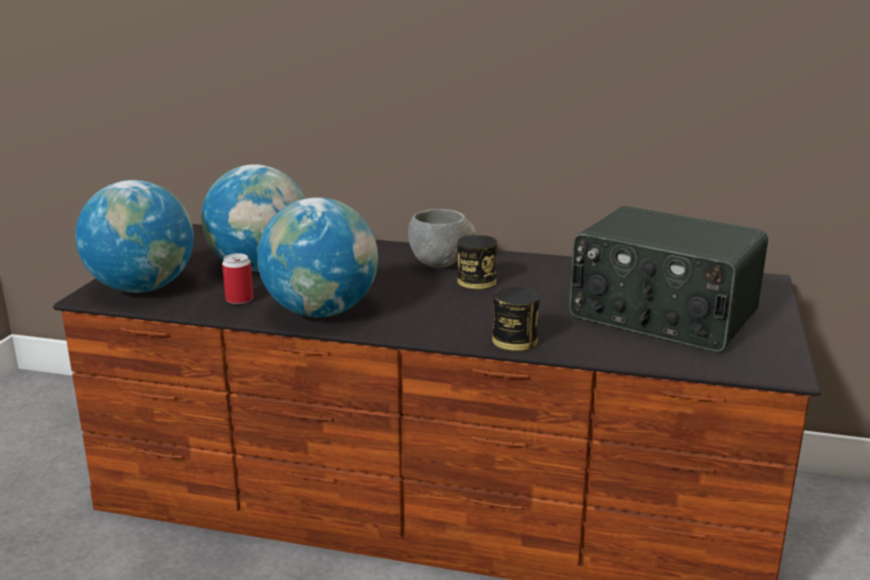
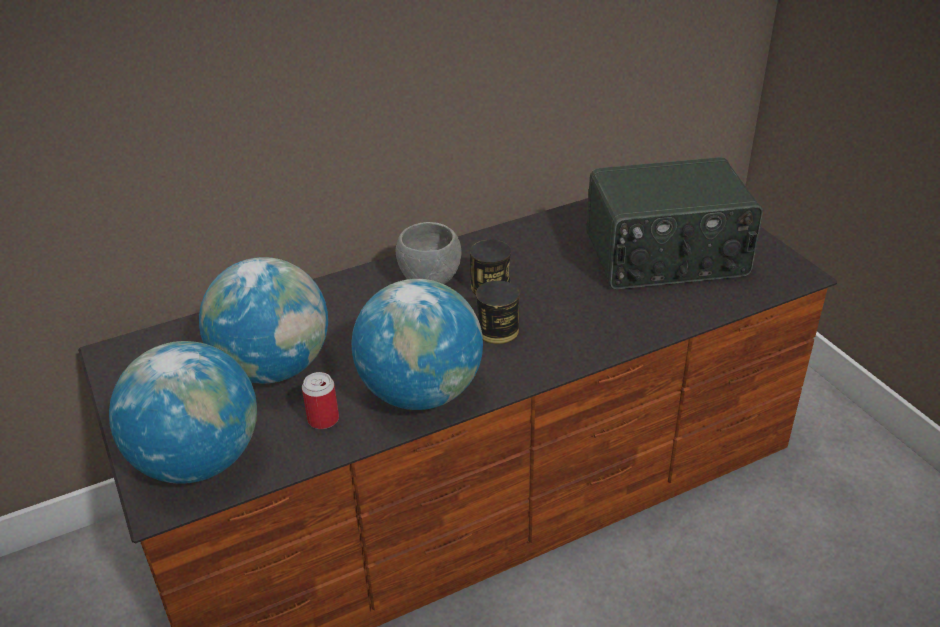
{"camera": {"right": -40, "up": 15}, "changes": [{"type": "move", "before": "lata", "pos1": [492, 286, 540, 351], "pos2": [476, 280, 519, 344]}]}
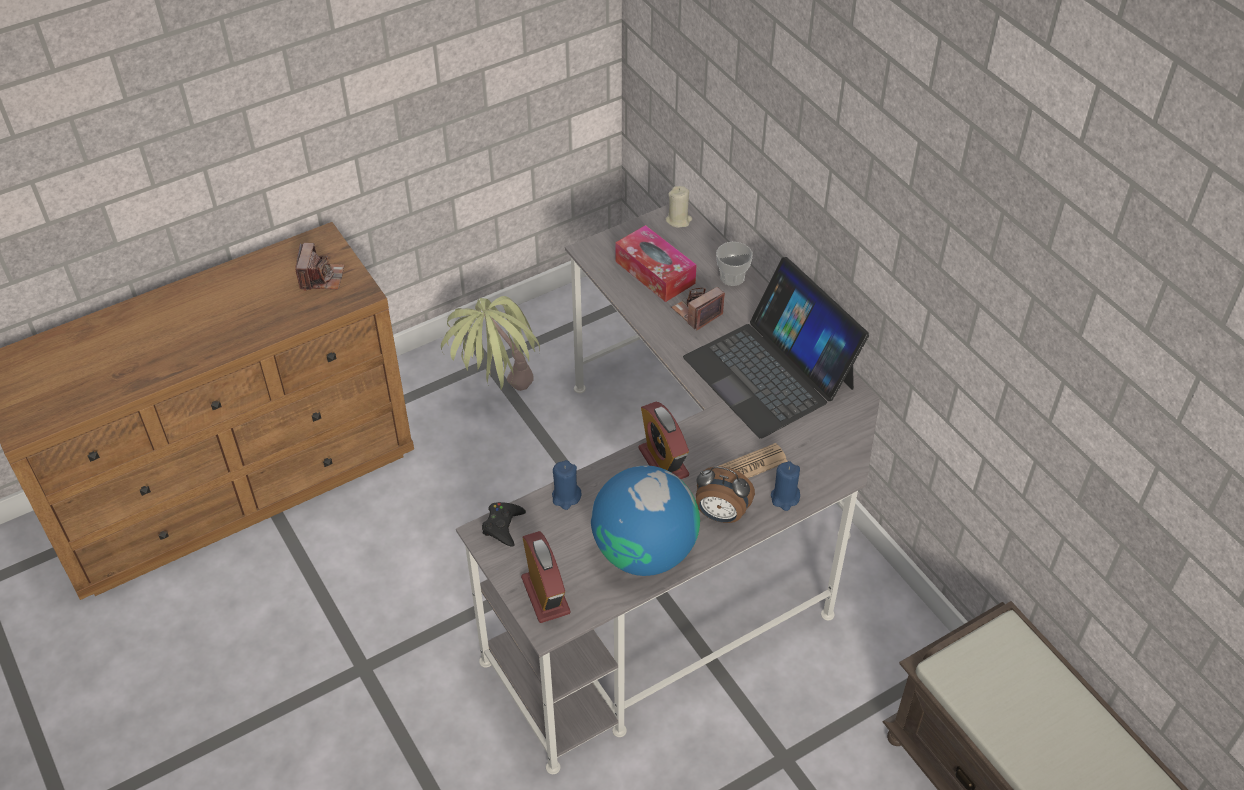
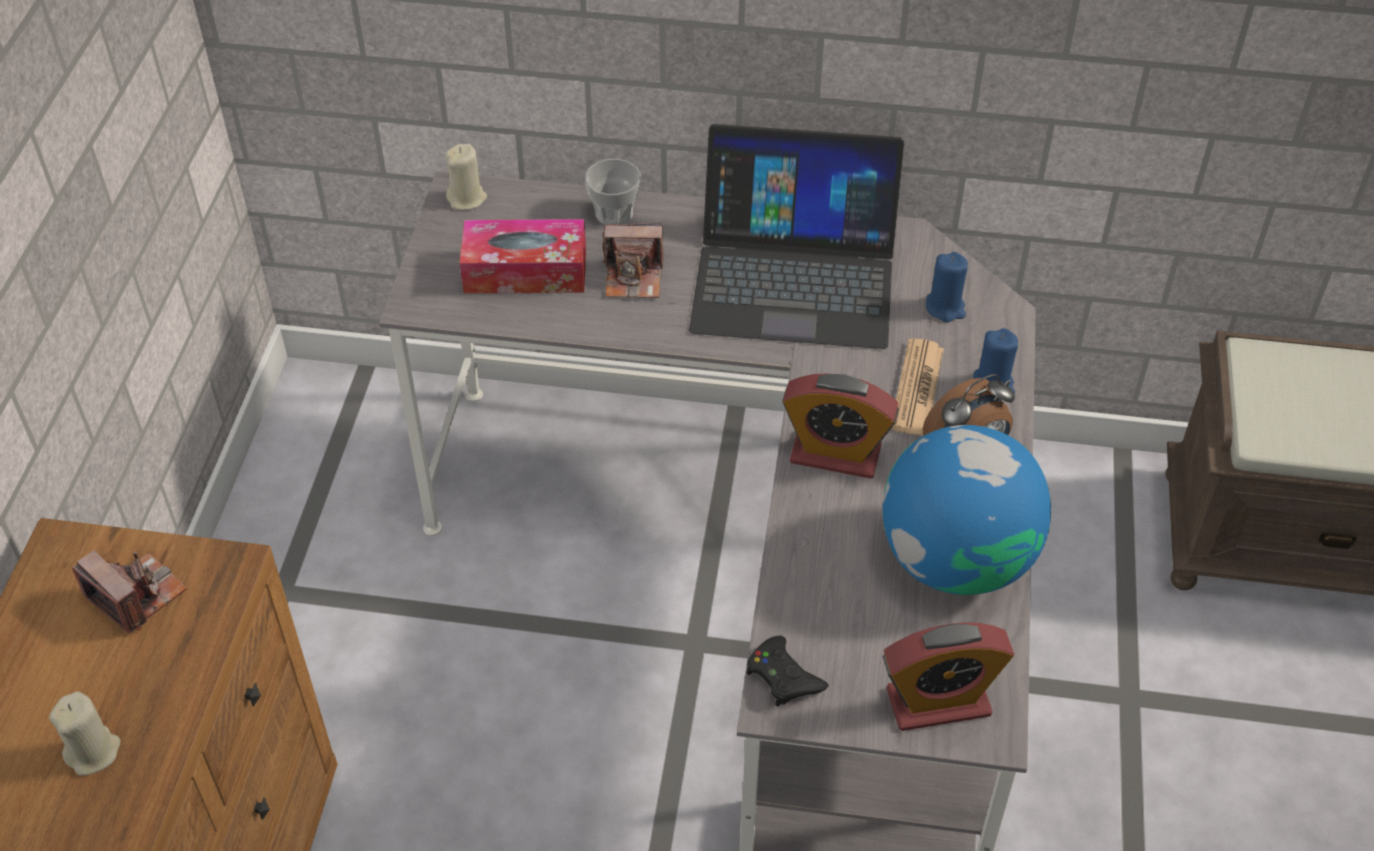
{"camera": {"right": -50, "up": 0}, "changes": [{"type": "insert", "after": "vela/beis", "pos2": [49, 692, 120, 776]}, {"type": "rotate", "before": "cámara", "pos1": [671, 287, 725, 330], "pos2": [603, 223, 663, 298], "turn": -90}, {"type": "rotate", "before": "despertador", "pos1": [521, 531, 571, 623], "pos2": [883, 622, 1014, 731], "turn": 150}, {"type": "move", "before": "vela/azul", "pos1": [552, 460, 582, 510], "pos2": [926, 252, 968, 322]}, {"type": "delete", "before": "planta en maceta", "pos1": [441, 296, 540, 391]}]}
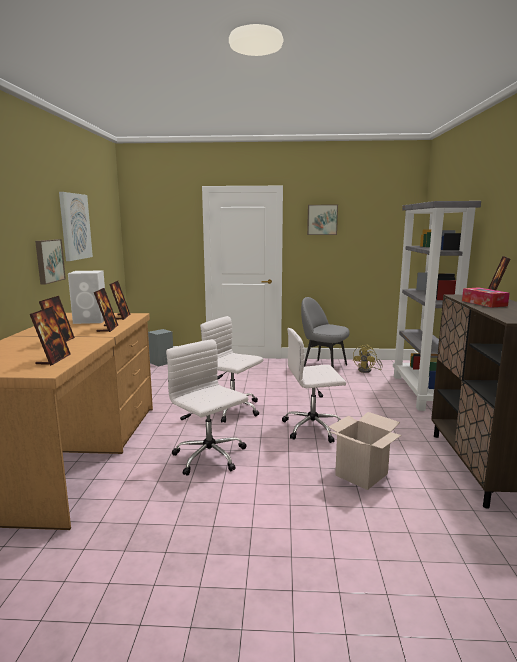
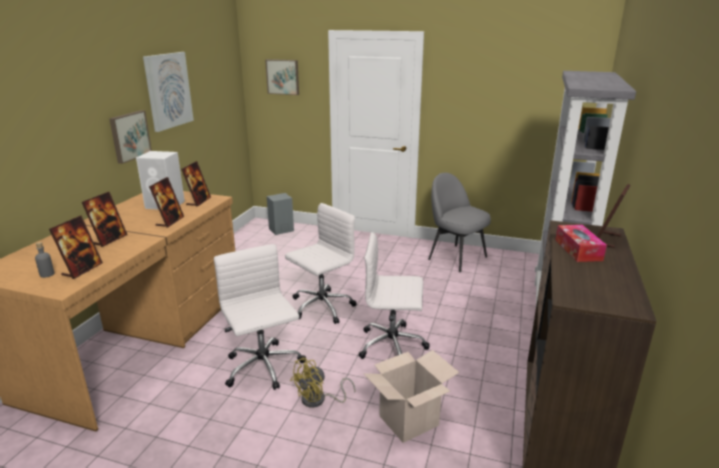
{"camera": {"right": 15, "up": 10}, "changes": [{"type": "insert", "after": "botella/gris", "pos2": [35, 242, 54, 278]}, {"type": "move", "before": "cuadro", "pos1": [307, 205, 338, 235], "pos2": [265, 59, 299, 95]}, {"type": "rotate", "before": "silla de oficina/blanco", "pos1": [200, 316, 263, 423], "pos2": [285, 203, 357, 324], "turn": 90}, {"type": "move", "before": "ventilador/amarillo", "pos1": [353, 345, 382, 373], "pos2": [290, 357, 355, 408]}]}
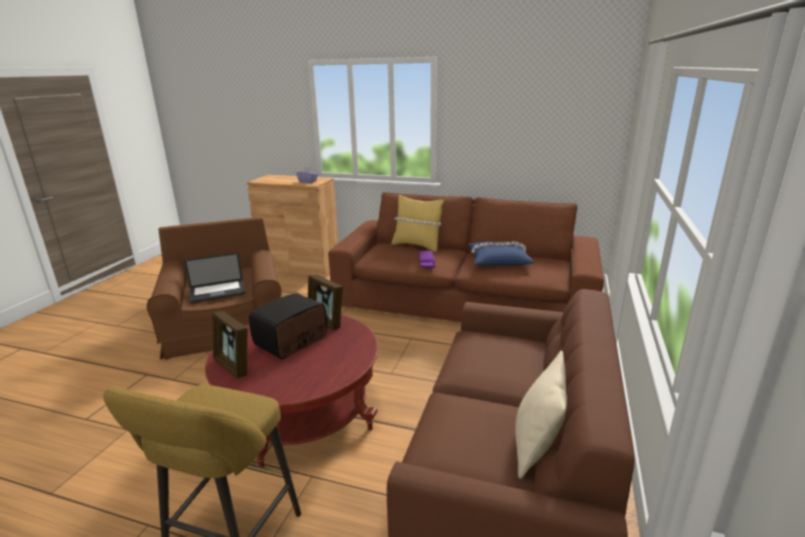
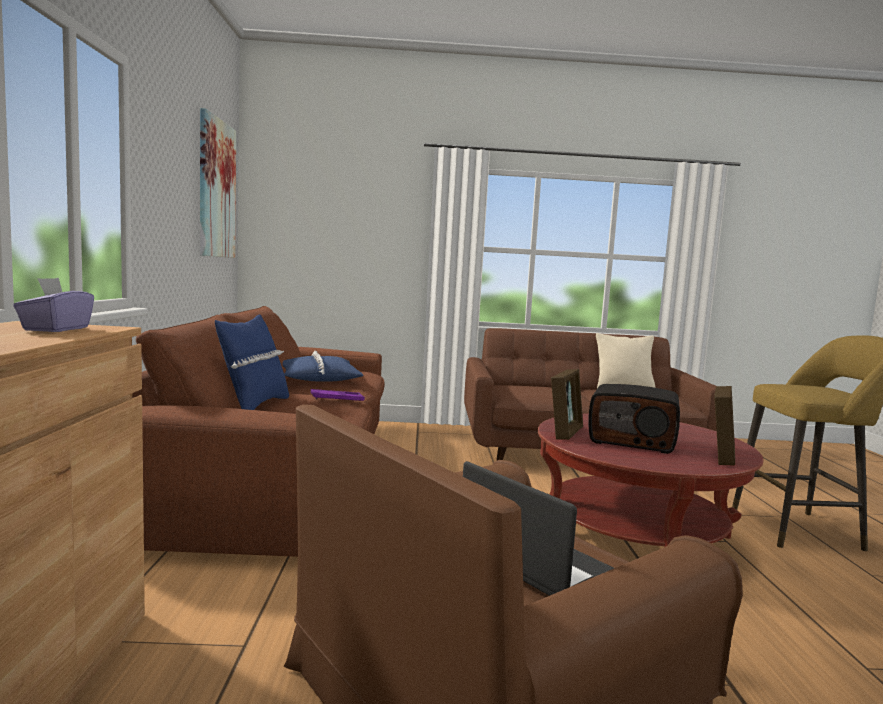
{"camera": {"right": -110, "up": -15}, "changes": [{"type": "insert", "after": "cuadro", "pos2": [200, 108, 236, 258]}, {"type": "recolor", "before": "cojín/amarillo", "after": "cojín/azul", "pos1": [391, 195, 444, 252], "pos2": [215, 314, 289, 410]}]}
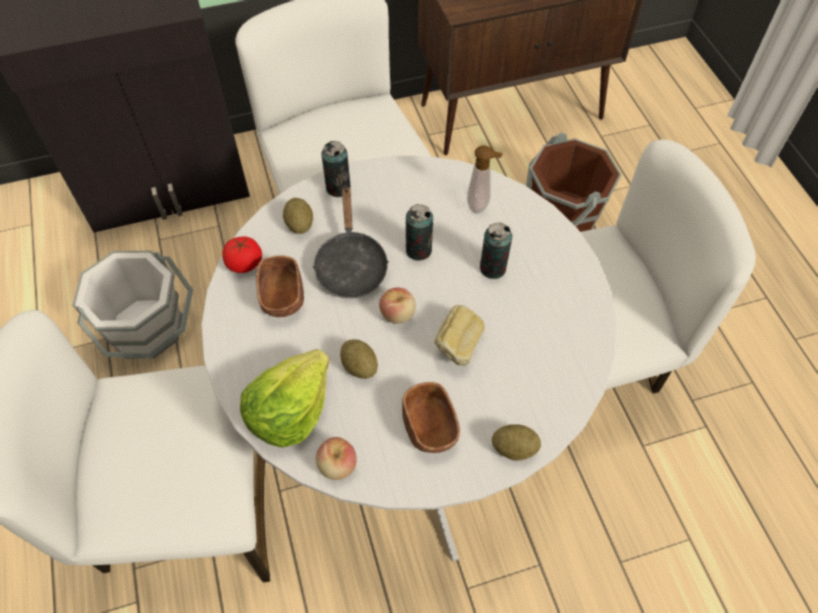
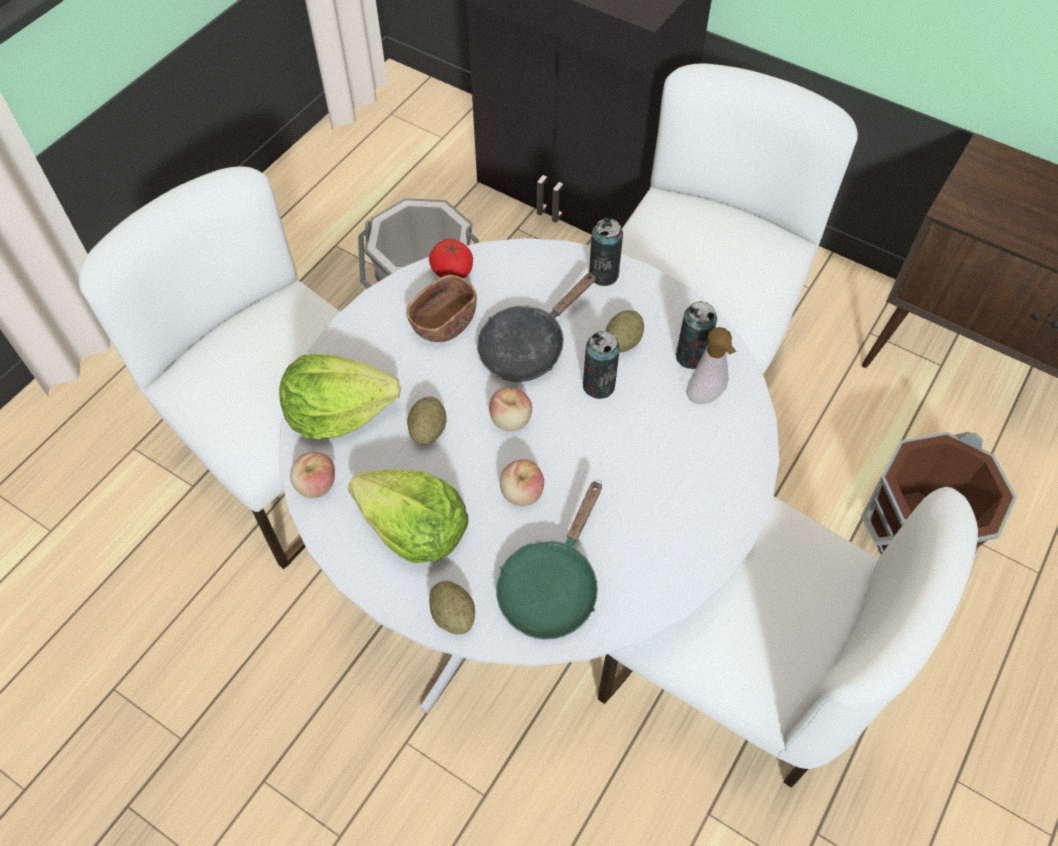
{"camera": {"right": 50, "up": 0}, "changes": [{"type": "replace", "before": "cuenco/marrón", "after": "lechuga", "pos1": [402, 382, 460, 453], "pos2": [348, 469, 468, 563]}, {"type": "insert", "after": "sartén/verde", "pos2": [496, 480, 602, 640]}, {"type": "replace", "before": "pan", "after": "manzana", "pos1": [434, 305, 484, 366], "pos2": [500, 459, 544, 506]}, {"type": "move", "before": "patata", "pos1": [283, 198, 313, 234], "pos2": [606, 310, 644, 352]}, {"type": "move", "before": "lata", "pos1": [480, 222, 512, 279], "pos2": [676, 301, 717, 369]}]}
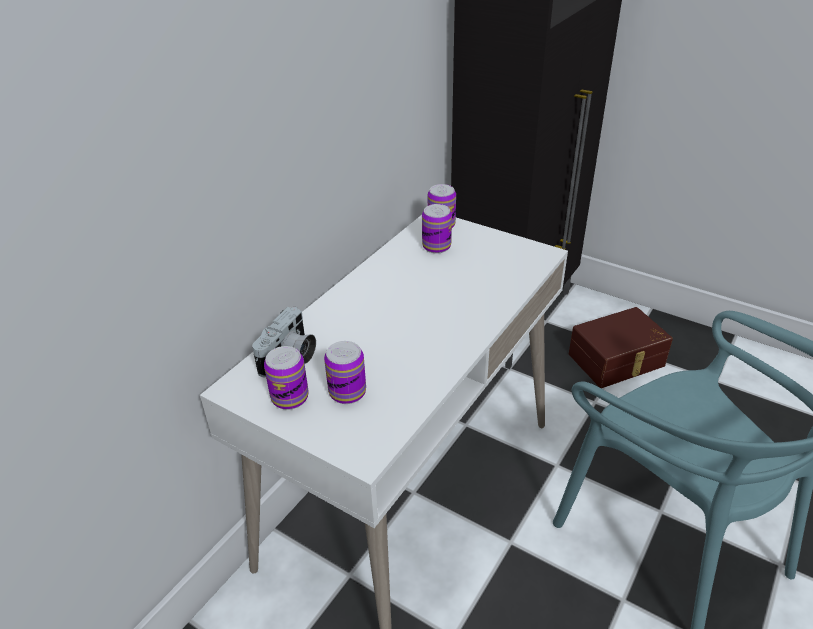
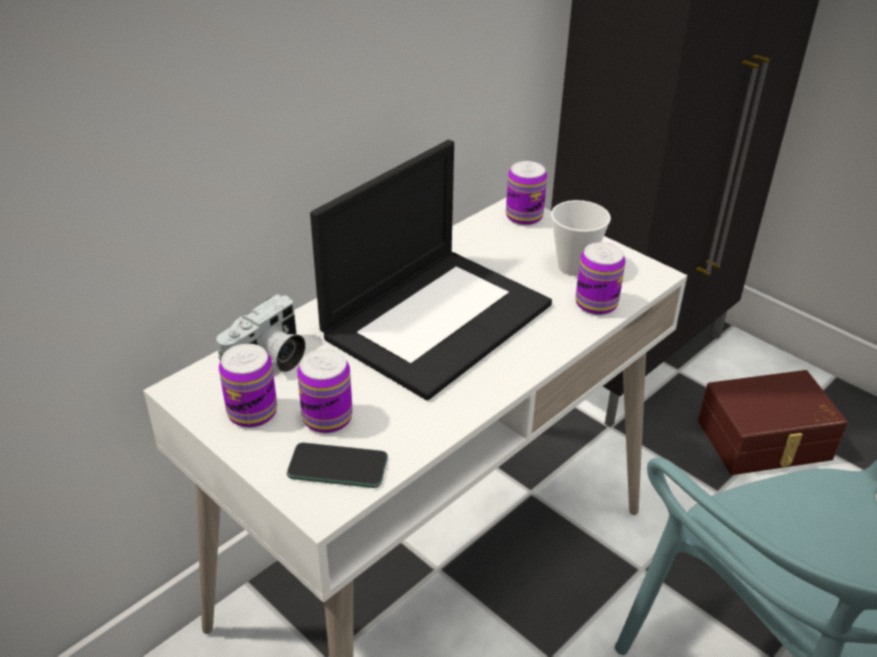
{"camera": {"right": 10, "up": 0}, "changes": [{"type": "insert", "after": "móvil", "pos2": [287, 443, 388, 488]}, {"type": "insert", "after": "portátil", "pos2": [310, 140, 552, 401]}, {"type": "insert", "after": "taza", "pos2": [551, 200, 611, 276]}, {"type": "move", "before": "lata", "pos1": [422, 204, 452, 253], "pos2": [575, 242, 626, 315]}]}
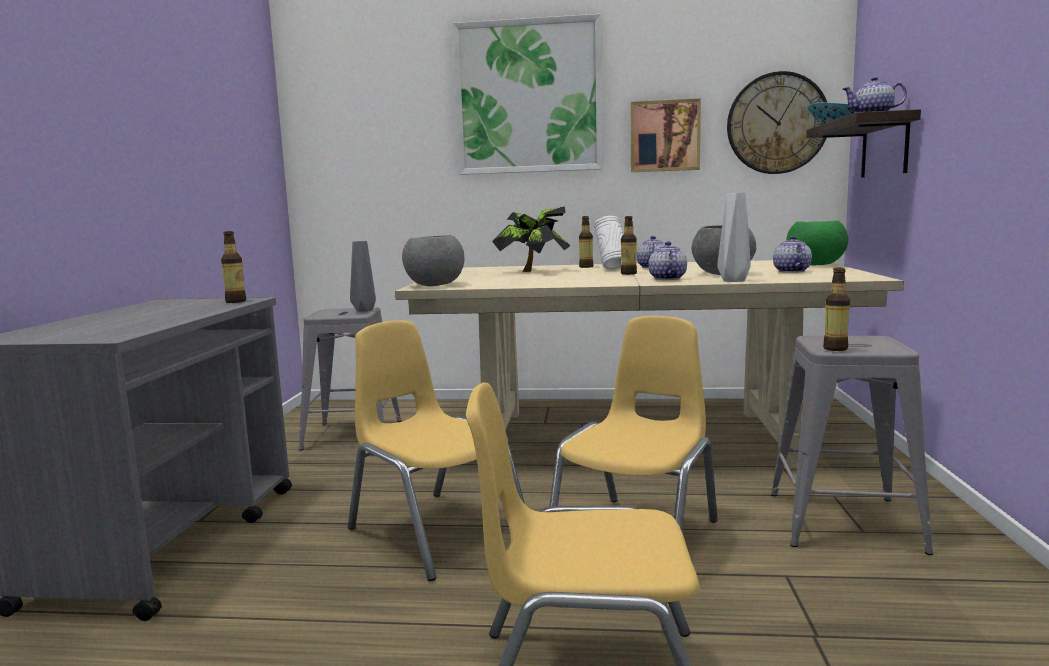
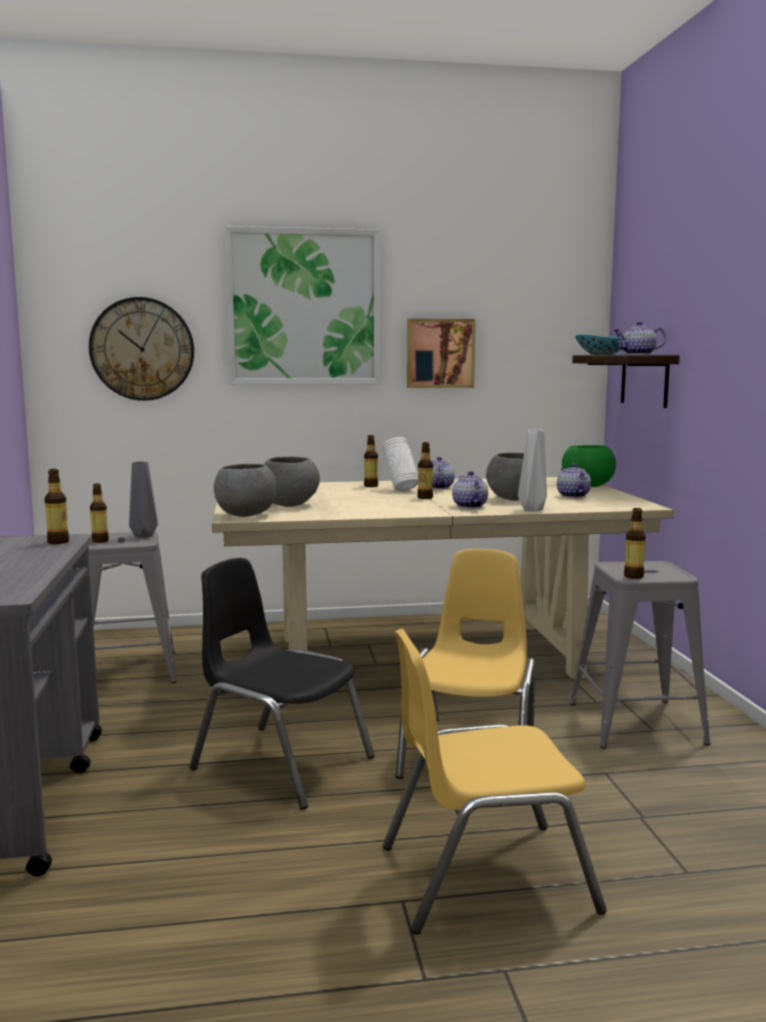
{"camera": {"right": -15, "up": 0}, "changes": [{"type": "move", "before": "reloj de pared", "pos1": [727, 71, 828, 174], "pos2": [89, 297, 194, 401]}, {"type": "insert", "after": "botella", "pos2": [90, 483, 109, 543]}, {"type": "recolor", "before": "silla/amarillo", "after": "silla/negro", "pos1": [348, 320, 525, 581], "pos2": [189, 558, 375, 810]}, {"type": "insert", "after": "cuenco/gris", "pos2": [263, 457, 320, 507]}, {"type": "delete", "before": "planta en maceta", "pos1": [492, 206, 571, 272]}]}
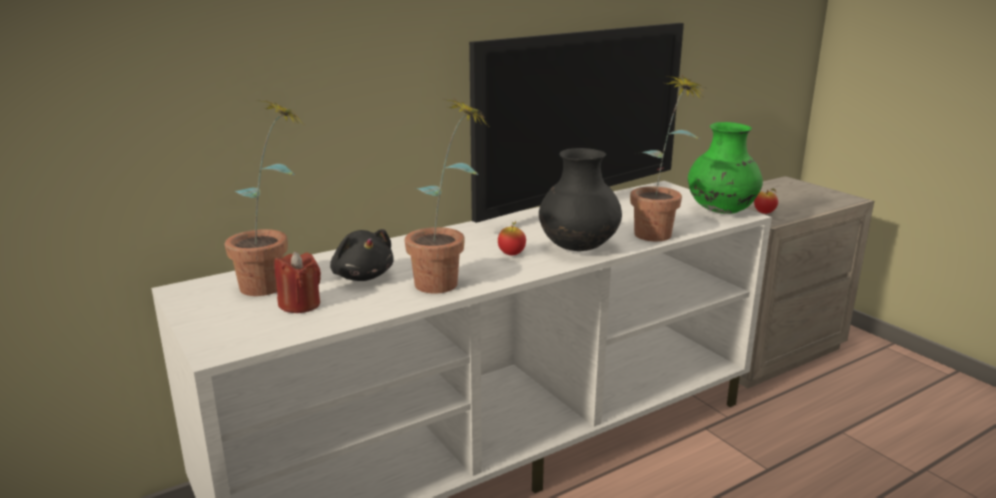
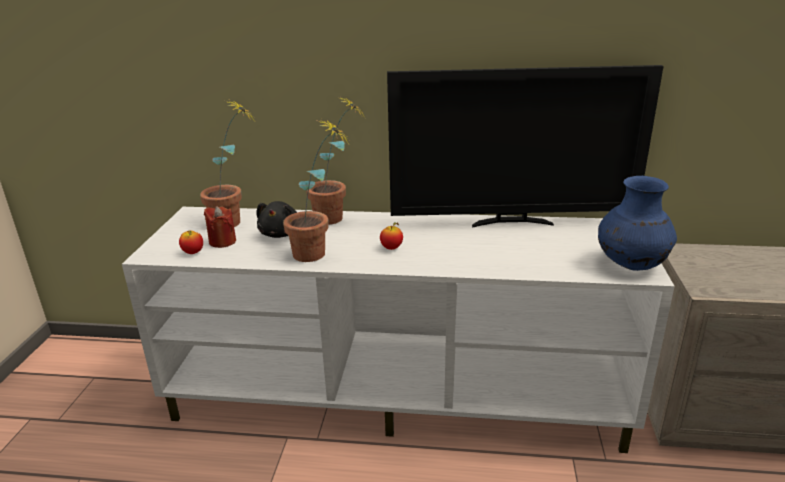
{"camera": {"right": 40, "up": 5}, "changes": [{"type": "move", "before": "manzana", "pos1": [754, 189, 778, 214], "pos2": [179, 231, 203, 254]}, {"type": "move", "before": "planta en maceta", "pos1": [630, 75, 705, 241], "pos2": [306, 97, 364, 225]}, {"type": "recolor", "before": "florero/verde", "after": "florero/azul", "pos1": [688, 122, 763, 214], "pos2": [598, 176, 677, 271]}, {"type": "delete", "before": "florero/negro", "pos1": [539, 148, 622, 251]}]}
